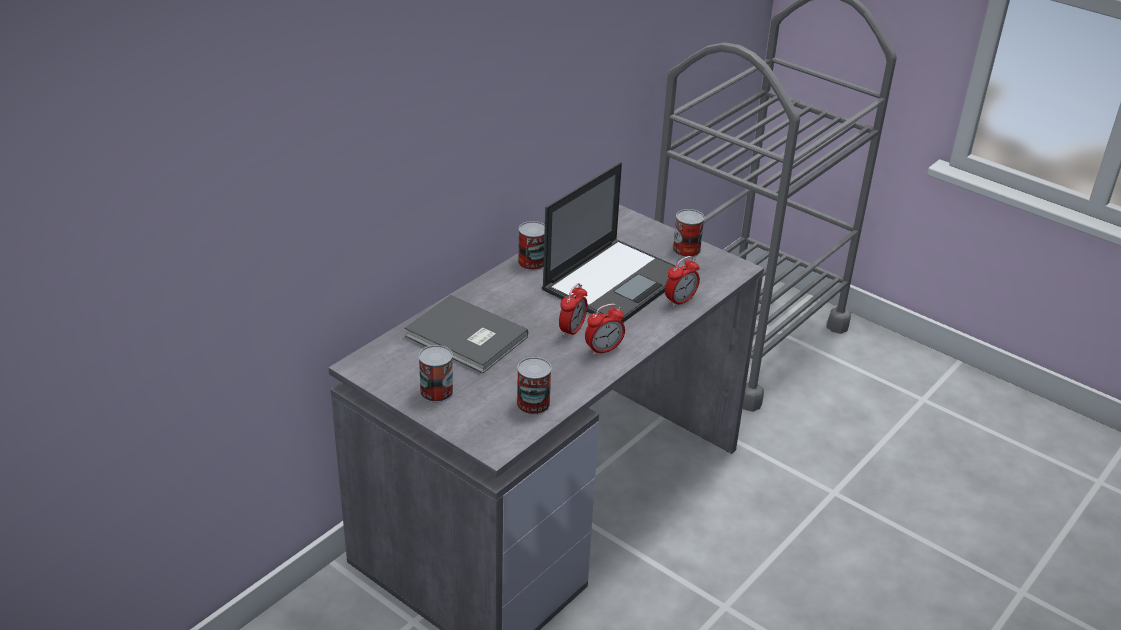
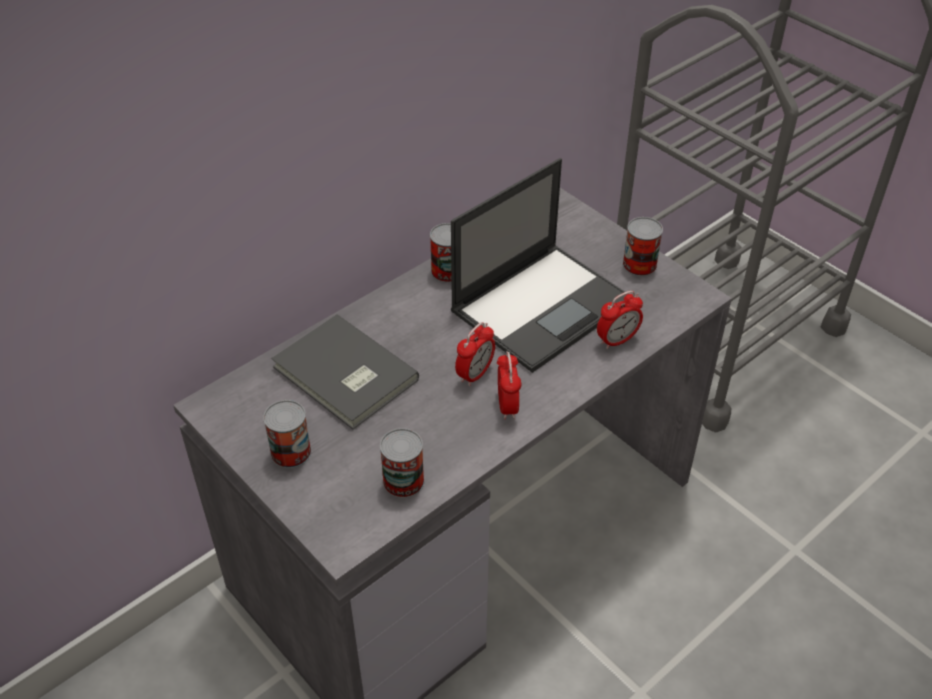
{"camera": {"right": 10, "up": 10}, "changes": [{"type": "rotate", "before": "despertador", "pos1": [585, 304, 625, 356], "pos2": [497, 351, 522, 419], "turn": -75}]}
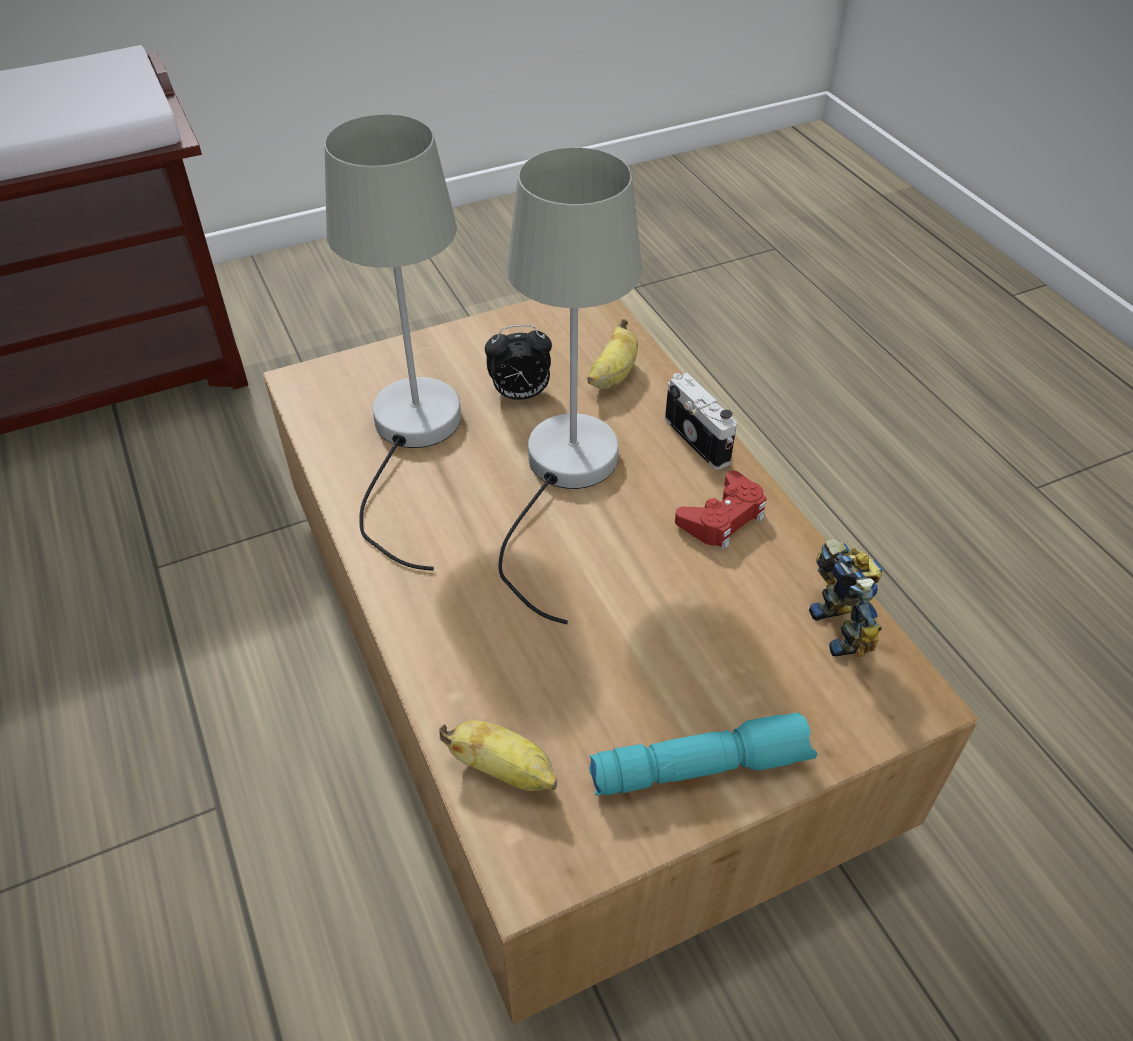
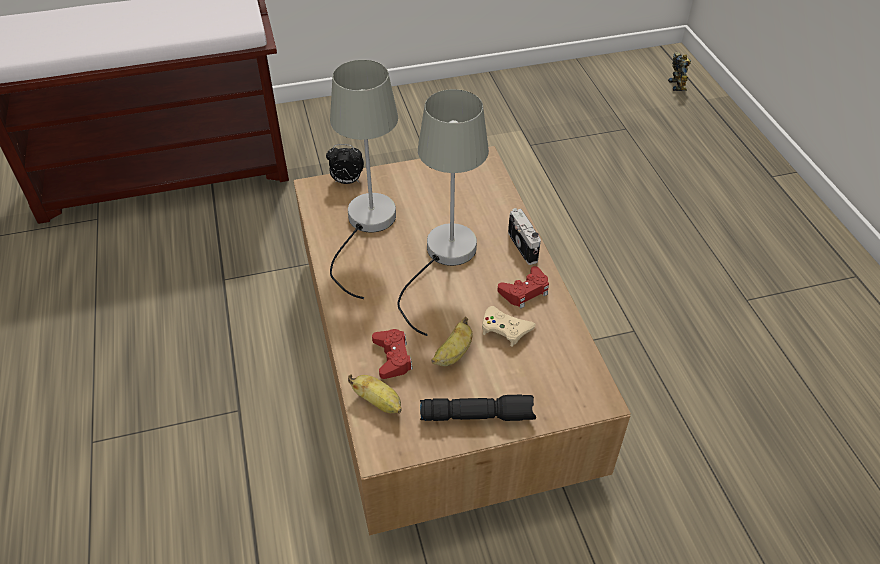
{"camera": {"right": 10, "up": 0}, "changes": [{"type": "move", "before": "despertador", "pos1": [485, 325, 552, 400], "pos2": [326, 144, 364, 184]}, {"type": "insert", "after": "mando de consola/rojo", "pos2": [372, 329, 413, 379]}, {"type": "recolor", "before": "linterna/turquesa", "after": "linterna/negro", "pos1": [589, 713, 817, 796], "pos2": [420, 395, 536, 421]}, {"type": "move", "before": "plátano", "pos1": [587, 319, 638, 389], "pos2": [431, 317, 473, 366]}, {"type": "insert", "after": "mando de consola/beis", "pos2": [482, 306, 536, 347]}, {"type": "move", "before": "robot de juguete", "pos1": [809, 539, 883, 657], "pos2": [668, 52, 691, 91]}]}
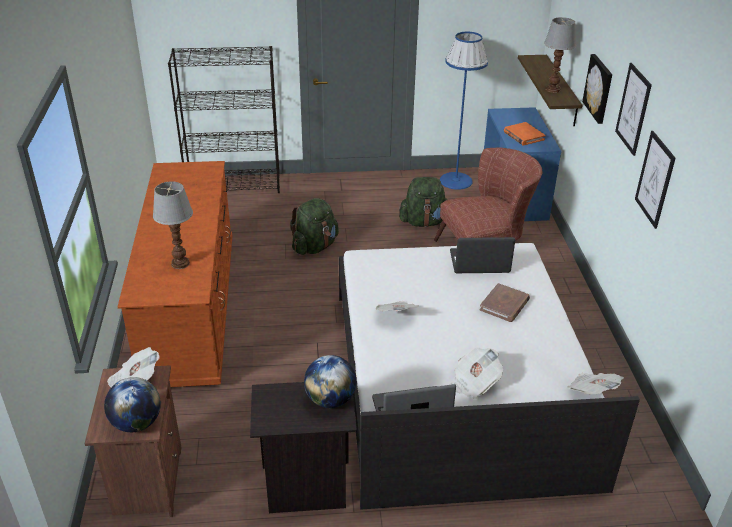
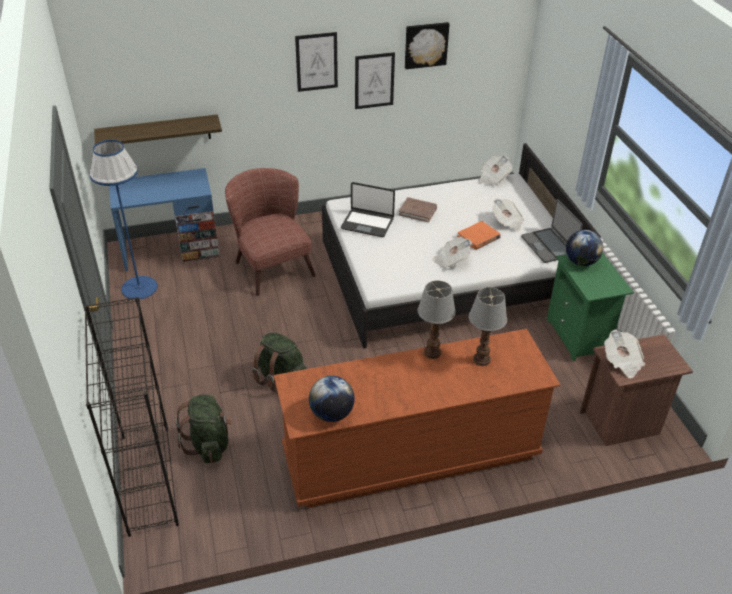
{"camera": {"right": -100, "up": 5}, "changes": [{"type": "move", "before": "mochila/verde", "pos1": [399, 177, 447, 227], "pos2": [176, 394, 232, 463]}, {"type": "move", "before": "globo terráqueo", "pos1": [104, 377, 161, 432], "pos2": [309, 376, 355, 422]}, {"type": "rotate", "before": "portátil", "pos1": [450, 237, 515, 273], "pos2": [341, 182, 395, 237], "turn": -60}, {"type": "move", "before": "cuadro", "pos1": [582, 54, 612, 124], "pos2": [405, 22, 450, 69]}, {"type": "move", "before": "lámpara de mesa", "pos1": [544, 17, 576, 93], "pos2": [417, 280, 456, 359]}, {"type": "move", "before": "libro/naranja", "pos1": [504, 122, 546, 146], "pos2": [457, 221, 501, 250]}, {"type": "recolor", "before": "mesita de noche/negro", "after": "mesita de noche/verde", "pos1": [250, 382, 357, 513], "pos2": [547, 253, 634, 362]}]}
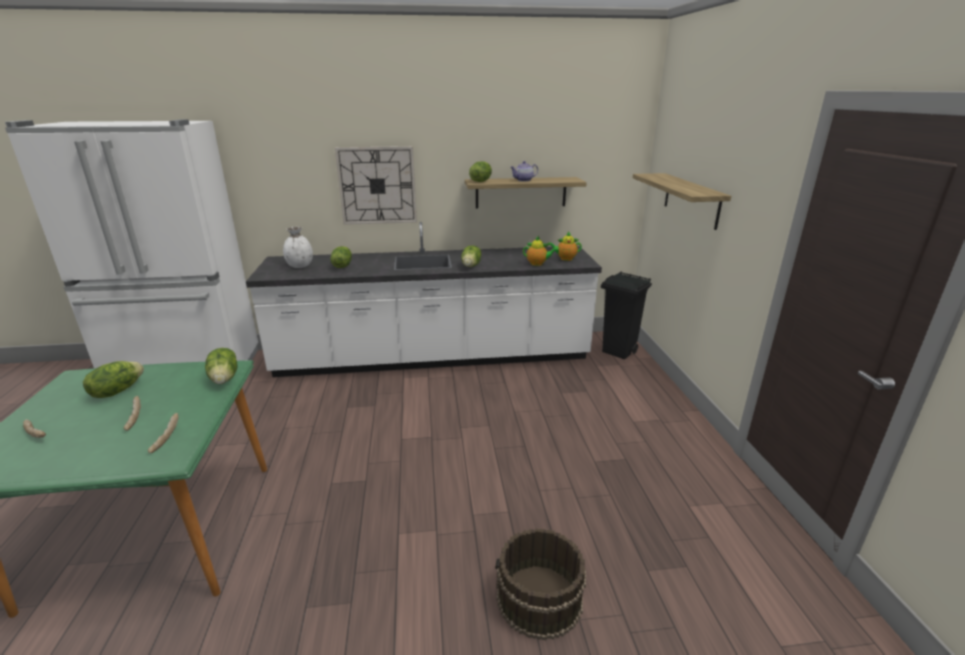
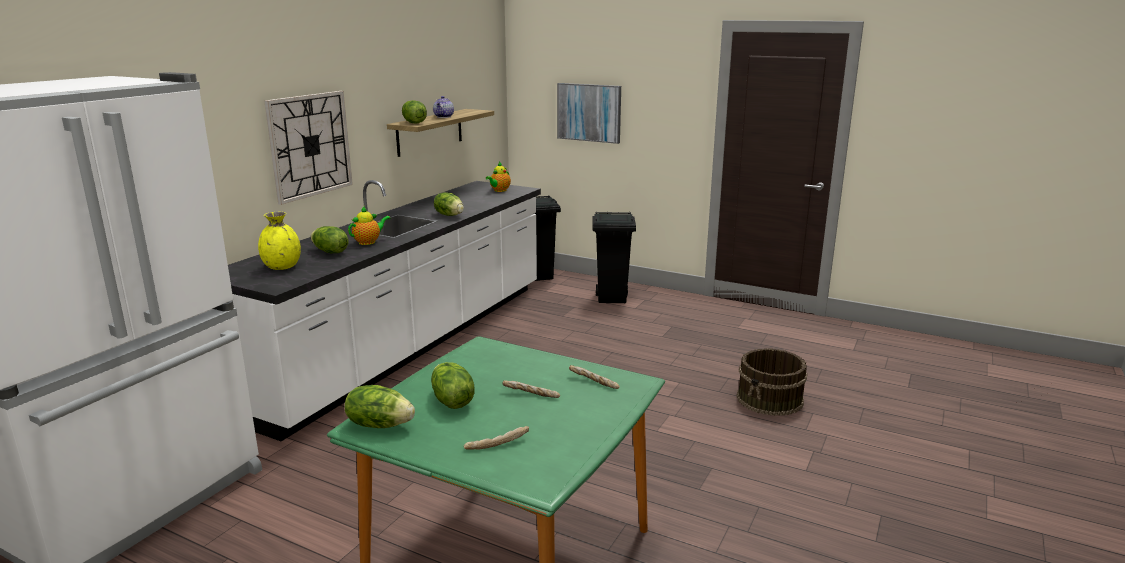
{"camera": {"right": -55, "up": -5}, "changes": [{"type": "recolor", "before": "florero/blanco", "after": "florero/amarillo", "pos1": [283, 227, 313, 268], "pos2": [258, 212, 301, 270]}, {"type": "move", "before": "lechuga", "pos1": [205, 348, 238, 384], "pos2": [345, 385, 415, 428]}, {"type": "move", "before": "tetera", "pos1": [523, 236, 559, 266], "pos2": [348, 206, 390, 245]}, {"type": "replace", "before": "estante", "after": "cuadro", "pos1": [633, 173, 731, 230], "pos2": [557, 83, 621, 144]}, {"type": "insert", "after": "papelera/negro", "pos2": [593, 212, 636, 303]}]}
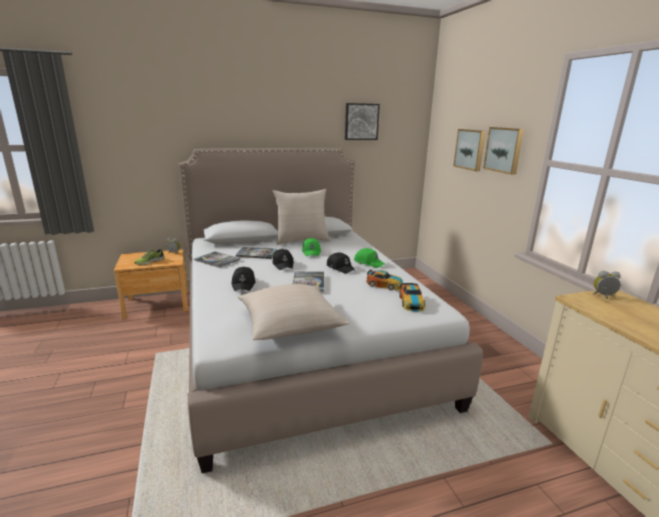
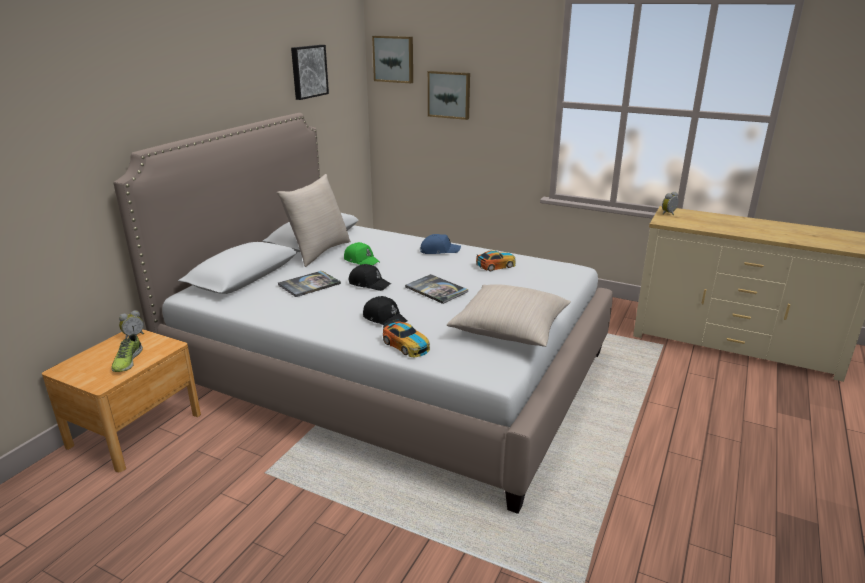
{"camera": {"right": -45, "up": 5}, "changes": [{"type": "move", "before": "cuadro", "pos1": [483, 127, 524, 175], "pos2": [372, 36, 413, 83]}, {"type": "move", "before": "coche de juguete", "pos1": [399, 283, 425, 312], "pos2": [383, 320, 430, 357]}, {"type": "recolor", "before": "gorra/verde", "after": "gorra/azul", "pos1": [354, 248, 385, 268], "pos2": [420, 234, 461, 254]}, {"type": "delete", "before": "libro", "pos1": [194, 252, 240, 268]}, {"type": "delete", "before": "gorra/negro", "pos1": [327, 252, 356, 274]}]}
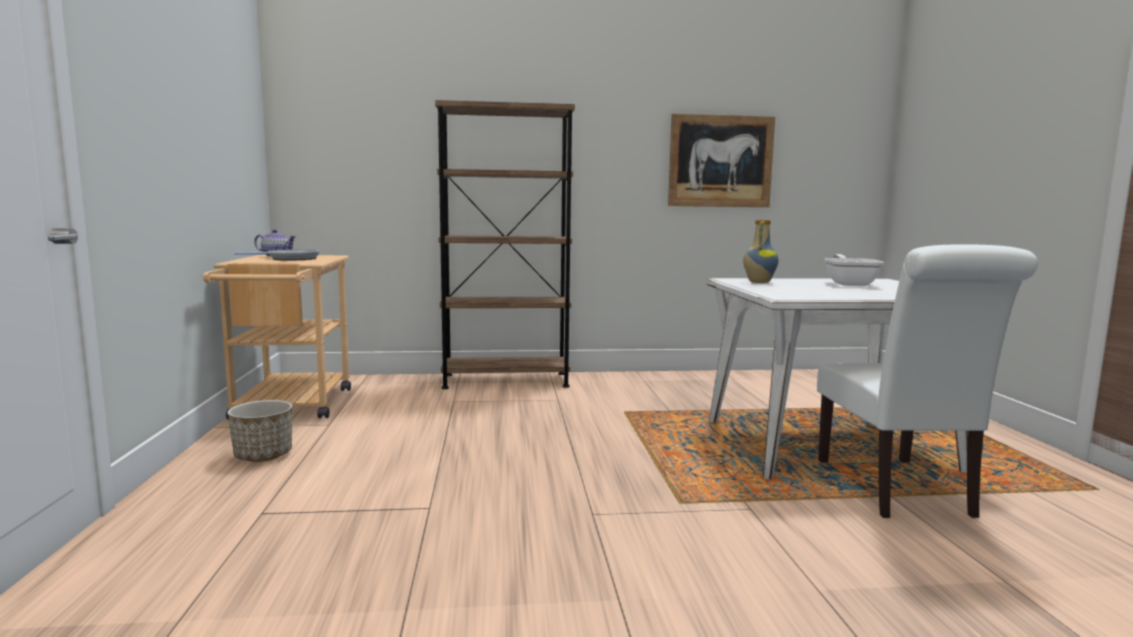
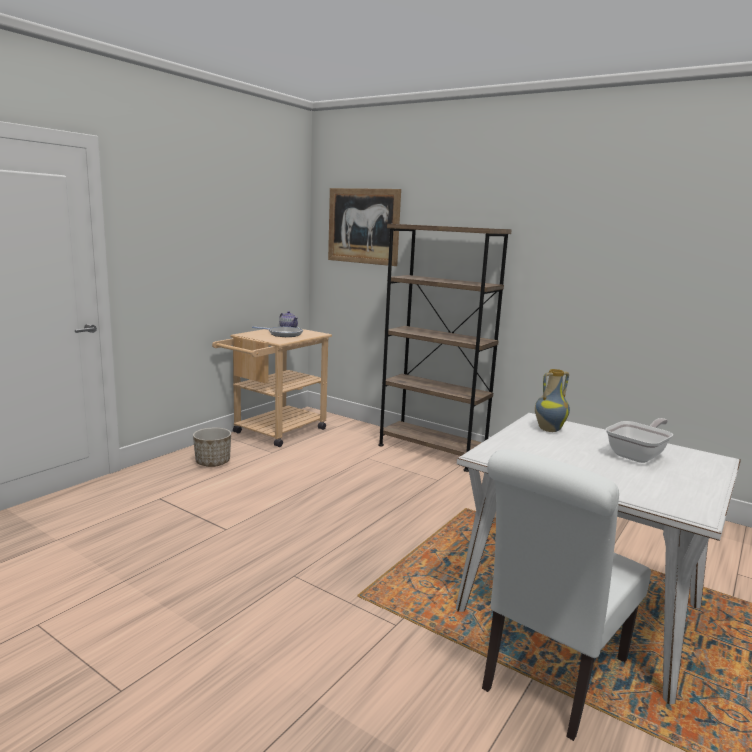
{"camera": {"right": 40, "up": 5}, "changes": [{"type": "move", "before": "cuadro", "pos1": [668, 114, 775, 207], "pos2": [328, 188, 401, 266]}]}
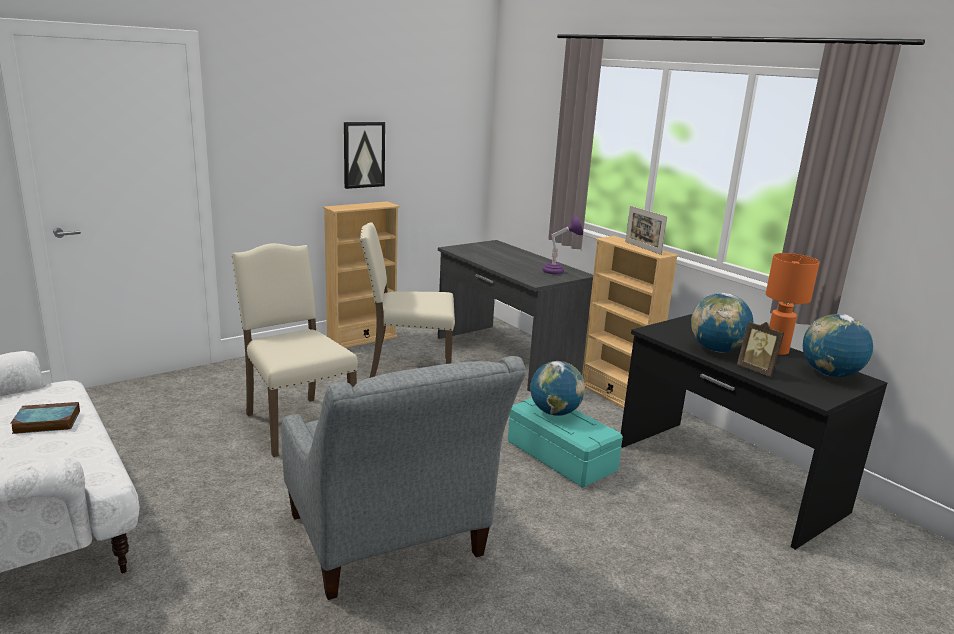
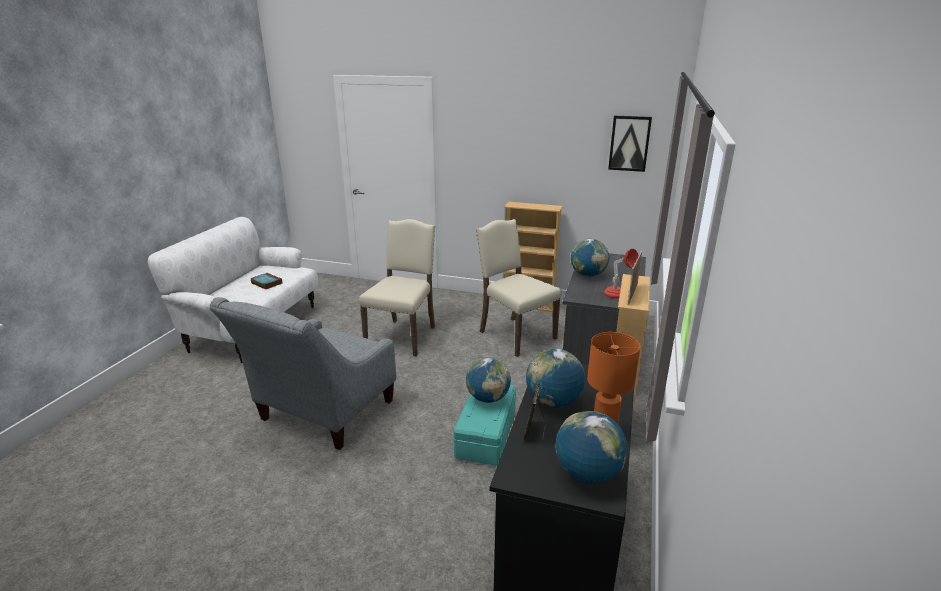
{"camera": {"right": 55, "up": 5}, "changes": [{"type": "insert", "after": "globo terráqueo", "pos2": [571, 239, 609, 277]}, {"type": "recolor", "before": "lámpara de mesa/morado", "after": "lámpara de mesa/rojo", "pos1": [543, 215, 583, 274], "pos2": [604, 249, 639, 299]}, {"type": "move", "before": "cuadro", "pos1": [344, 122, 385, 189], "pos2": [608, 116, 652, 172]}]}
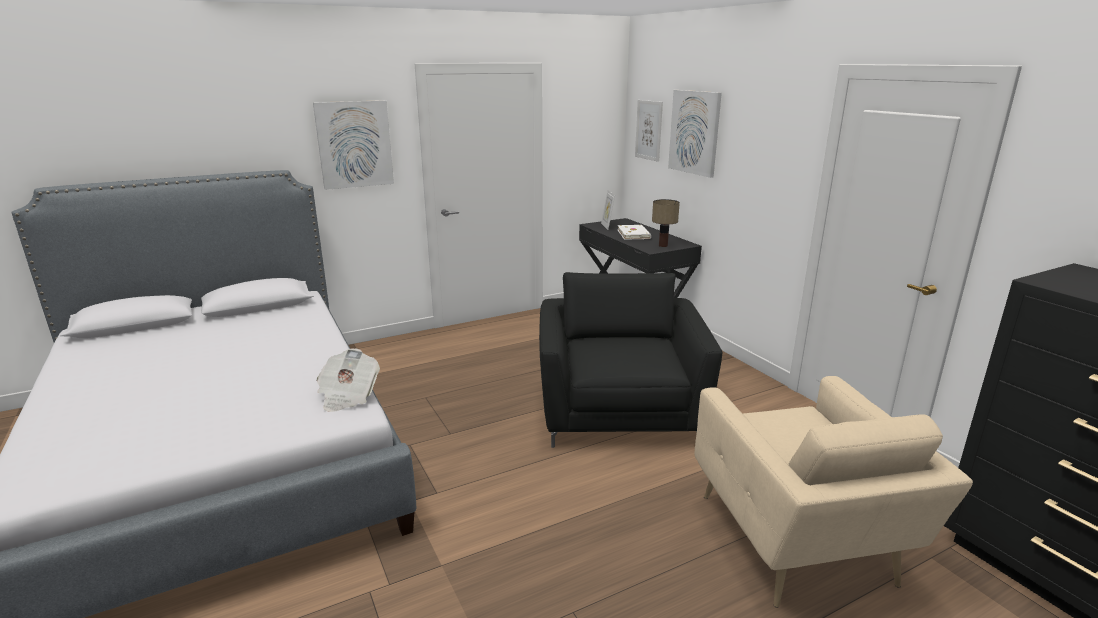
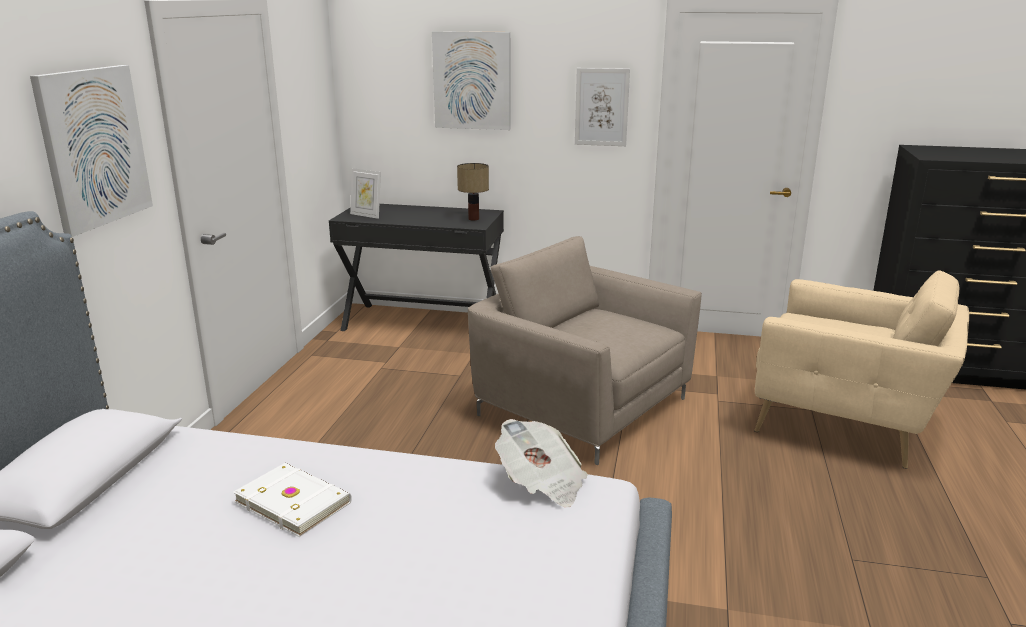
{"camera": {"right": -50, "up": 0}, "changes": [{"type": "move", "before": "libro/blanco", "pos1": [618, 225, 651, 240], "pos2": [233, 463, 352, 537]}, {"type": "recolor", "before": "sillón/negro", "after": "sillón/beis", "pos1": [539, 272, 723, 448], "pos2": [468, 236, 702, 465]}, {"type": "move", "before": "cuadro", "pos1": [635, 100, 663, 162], "pos2": [575, 68, 630, 146]}]}
